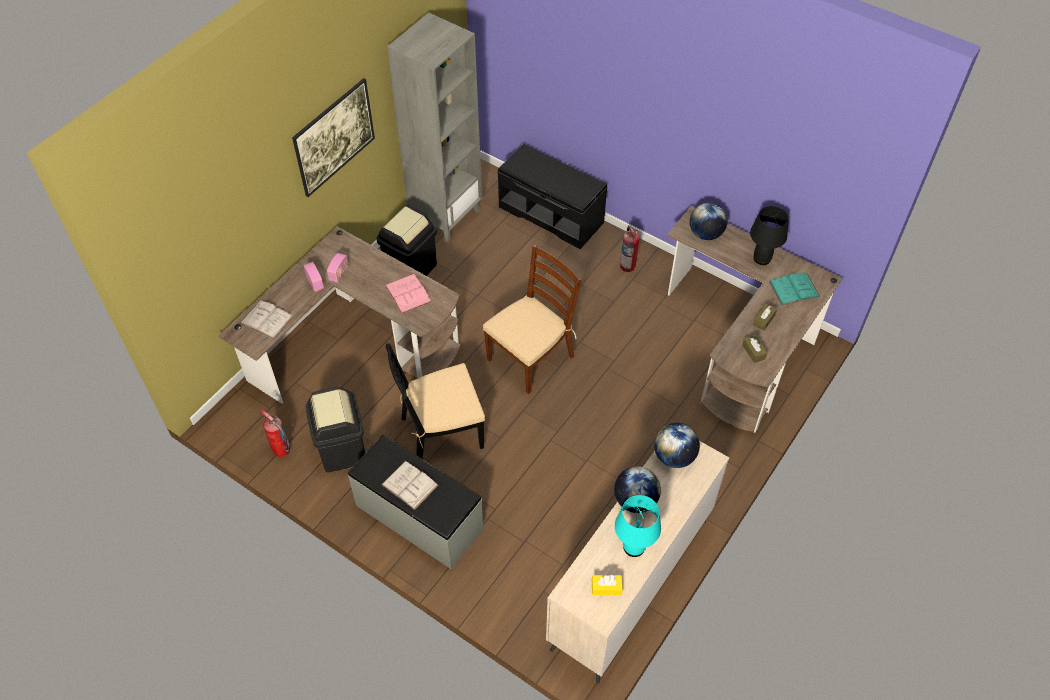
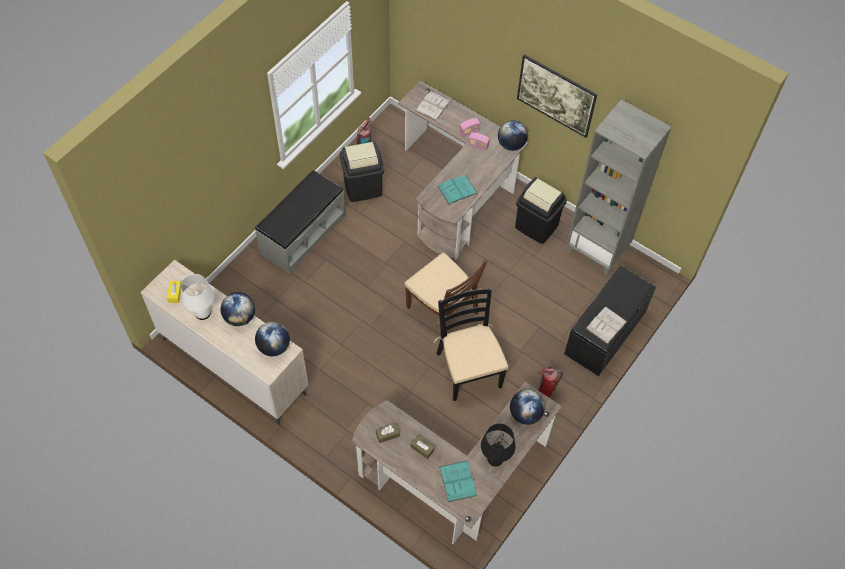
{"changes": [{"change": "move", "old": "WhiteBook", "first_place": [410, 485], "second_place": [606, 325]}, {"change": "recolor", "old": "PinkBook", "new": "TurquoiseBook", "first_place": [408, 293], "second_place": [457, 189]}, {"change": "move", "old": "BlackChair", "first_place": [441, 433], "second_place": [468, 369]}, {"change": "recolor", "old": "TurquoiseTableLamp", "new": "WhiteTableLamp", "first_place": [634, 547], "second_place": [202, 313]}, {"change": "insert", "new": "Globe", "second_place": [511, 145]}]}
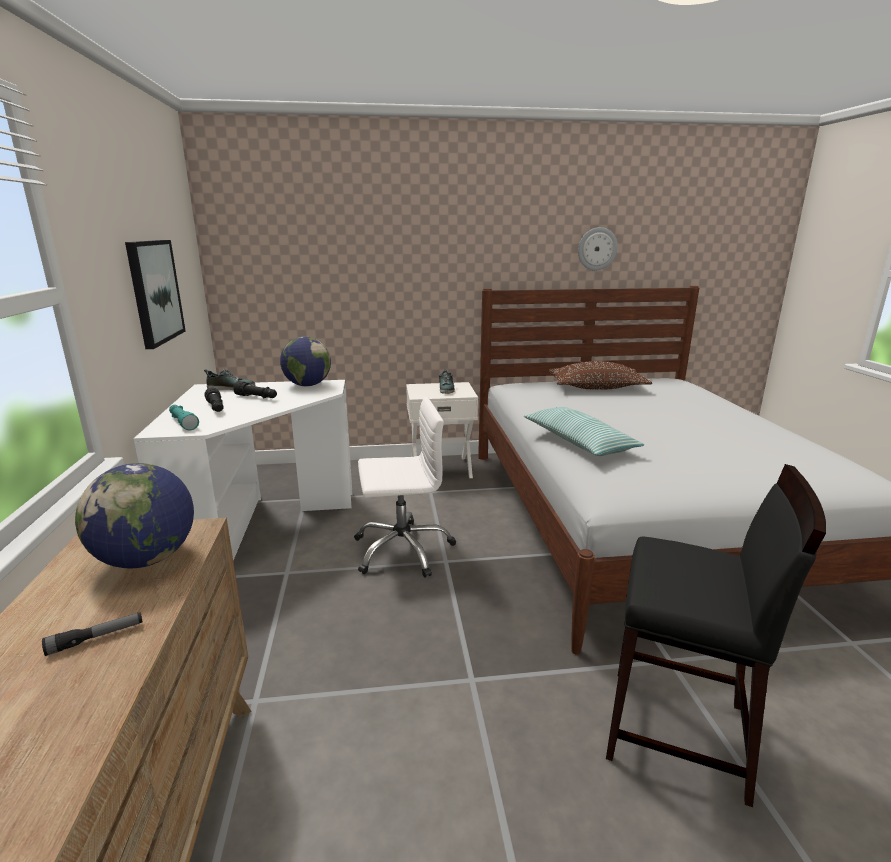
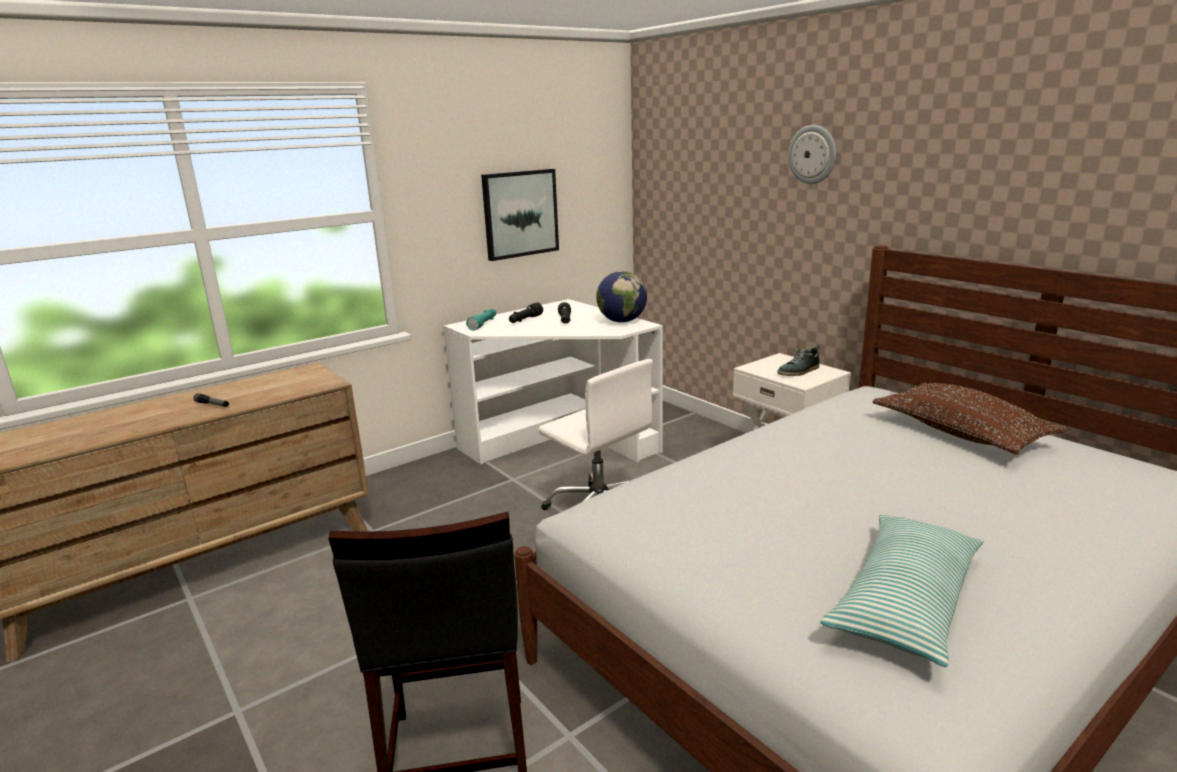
{"changes": [{"change": "delete", "old": "Globe", "first_place": [147, 559]}, {"change": "delete", "old": "Shoe", "first_place": [231, 388]}, {"change": "move", "old": "Pillow", "first_place": [578, 442], "second_place": [905, 600]}, {"change": "move", "old": "WallClock", "first_place": [597, 249], "second_place": [812, 154]}]}
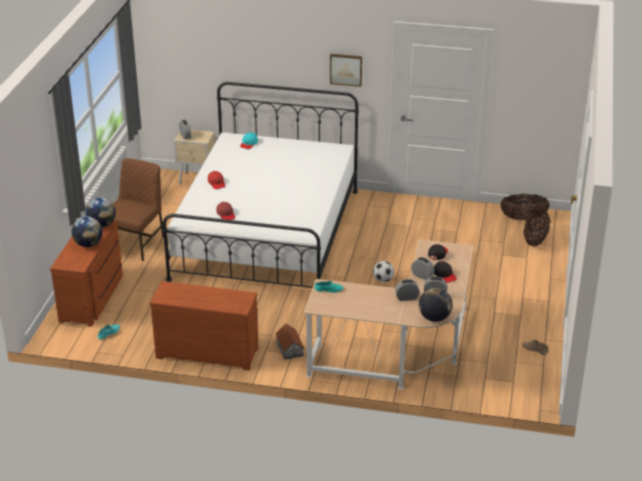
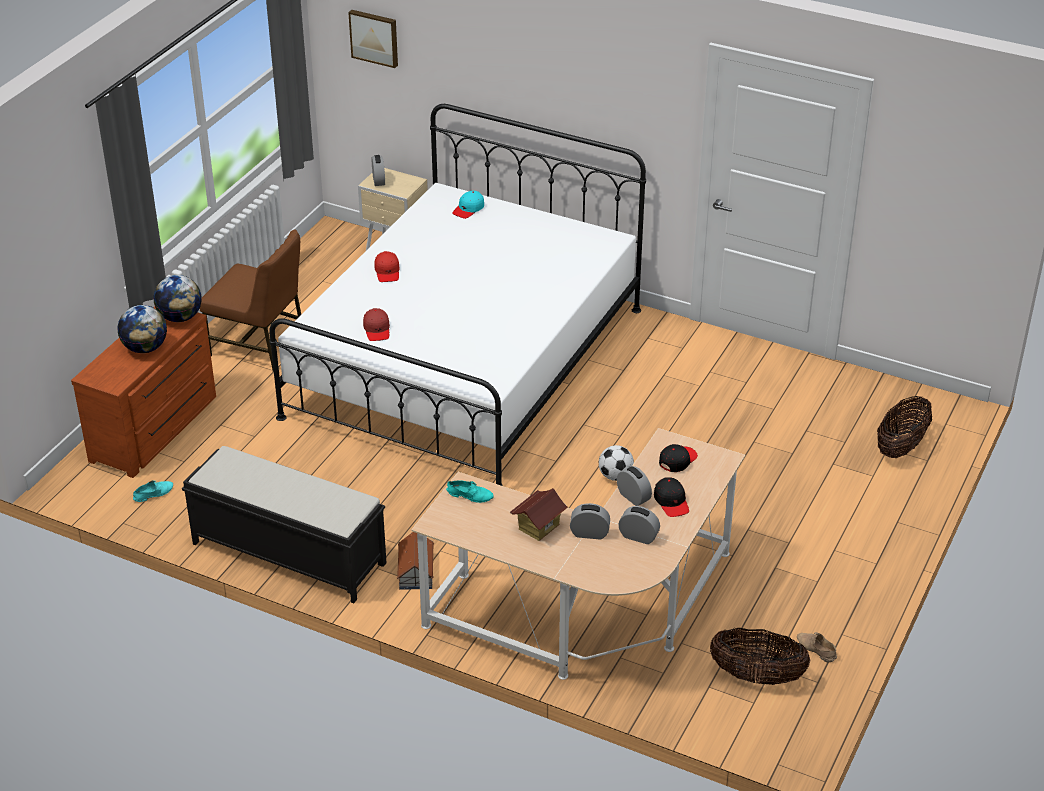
{"changes": [{"change": "rotate", "old": "BrownChair", "first_place": [136, 243], "second_place": [259, 346], "degrees": 75}, {"change": "replace", "old": "BrownDresser", "new": "BlackBench", "first_place": [208, 351], "second_place": [287, 553]}, {"change": "move", "old": "Picture", "first_place": [346, 69], "second_place": [374, 37]}, {"change": "delete", "old": "Globe", "first_place": [434, 318]}, {"change": "move", "old": "Basket", "first_place": [523, 218], "second_place": [757, 676]}, {"change": "insert", "new": "ToyHouse", "second_place": [538, 527]}]}
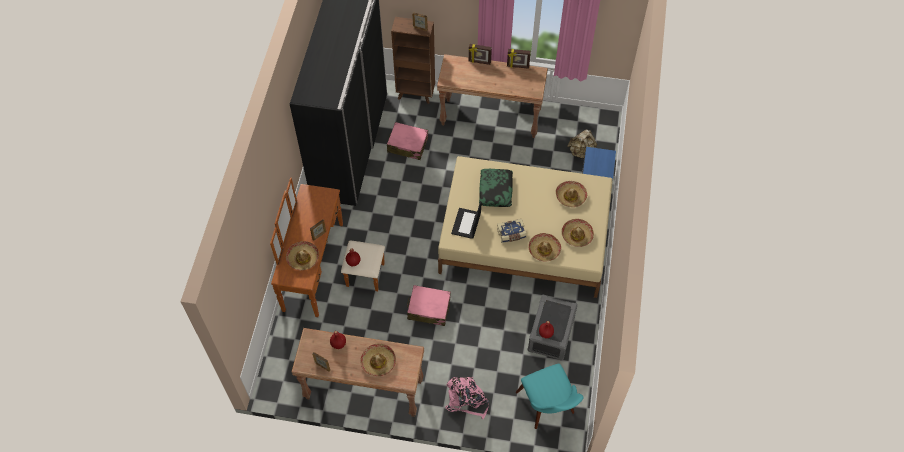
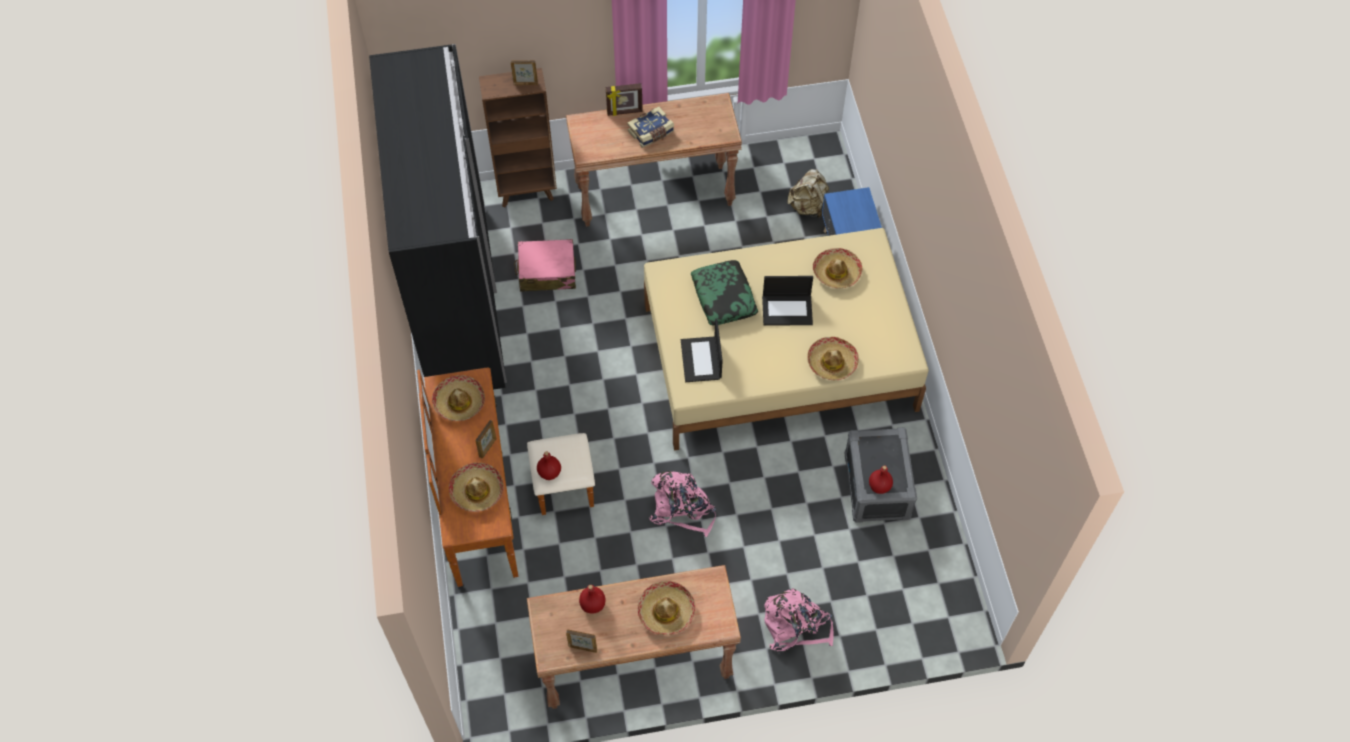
{"changes": [{"change": "replace", "old": "PinkSuitcase", "new": "PinkBackpack", "first_place": [428, 309], "second_place": [682, 508]}, {"change": "move", "old": "Book", "first_place": [511, 234], "second_place": [651, 133]}, {"change": "delete", "old": "PictureFrame", "first_place": [518, 66]}, {"change": "delete", "old": "TurquoiseChair", "first_place": [549, 408]}, {"change": "move", "old": "Hat", "first_place": [577, 235], "second_place": [459, 402]}, {"change": "insert", "new": "Laptop", "second_place": [787, 310]}]}
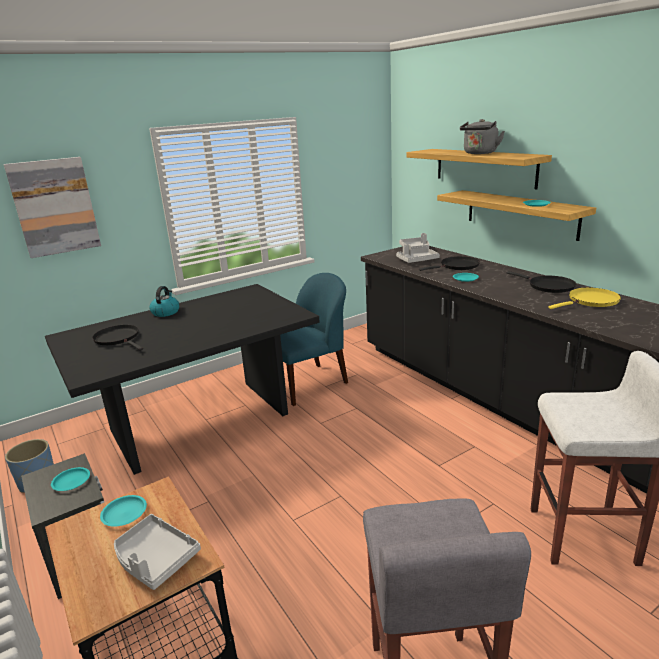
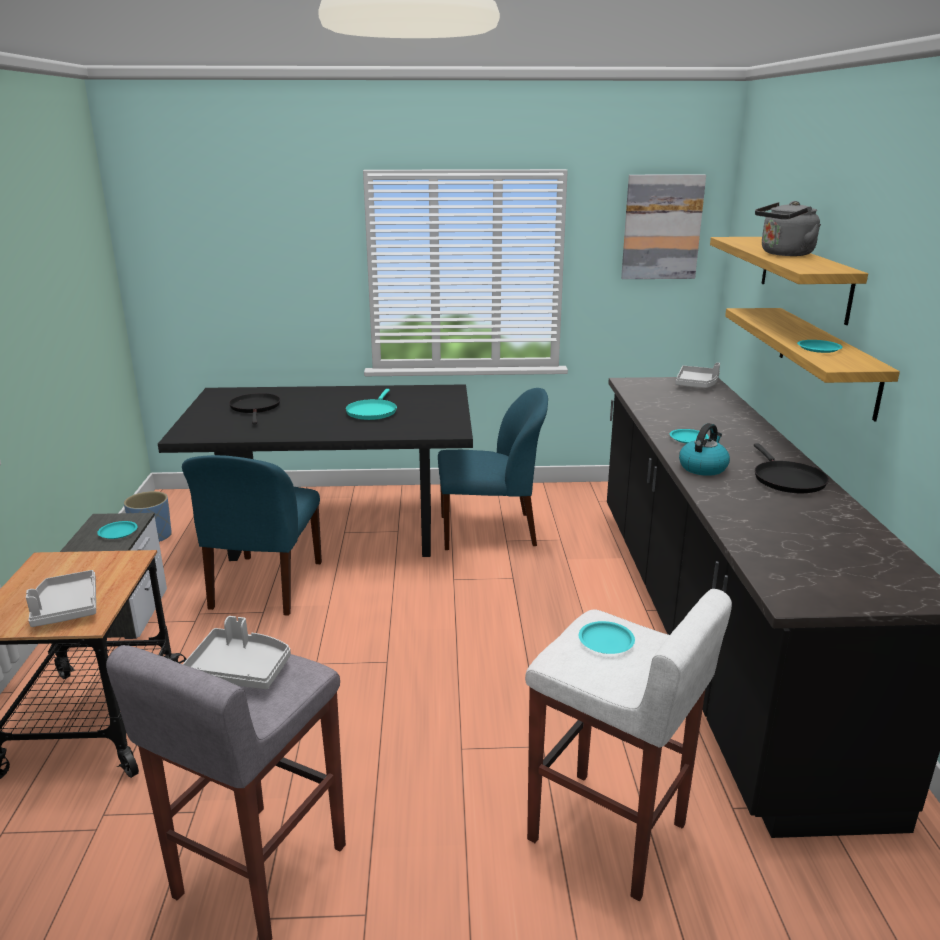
{"changes": [{"change": "move", "old": "Picture", "first_place": [54, 207], "second_place": [661, 227]}, {"change": "move", "old": "TurquoisePlate", "first_place": [125, 513], "second_place": [606, 641]}, {"change": "move", "old": "Kettle", "first_place": [165, 312], "second_place": [703, 467]}, {"change": "move", "old": "GreyTray", "first_place": [417, 260], "second_place": [240, 669]}, {"change": "delete", "old": "BlackFryingPan", "first_place": [457, 266]}, {"change": "delete", "old": "YellowFryingPan", "first_place": [591, 301]}, {"change": "insert", "new": "BlueChair", "second_place": [265, 586]}, {"change": "insert", "new": "TurquoiseFryingPan", "second_place": [372, 411]}]}
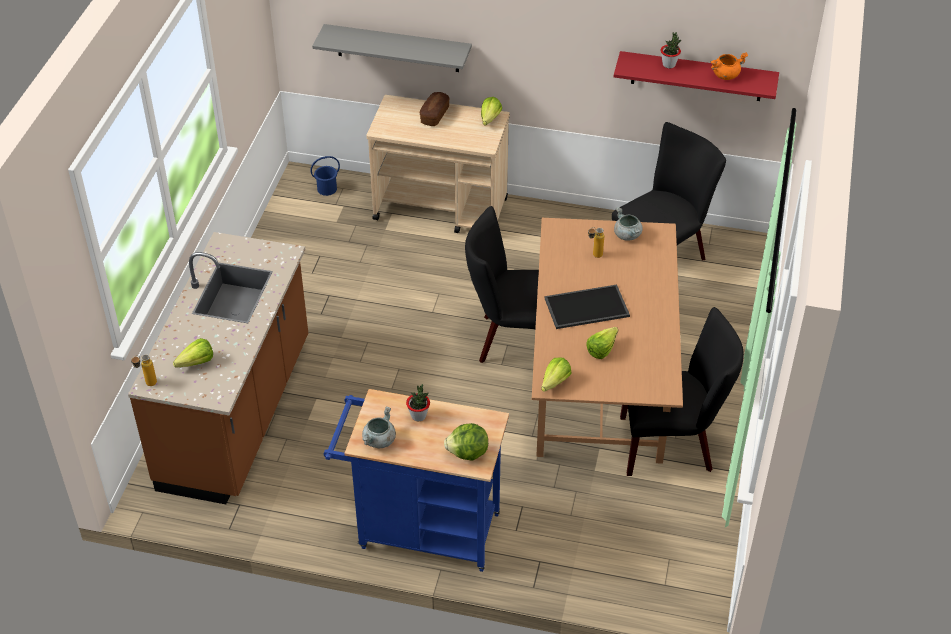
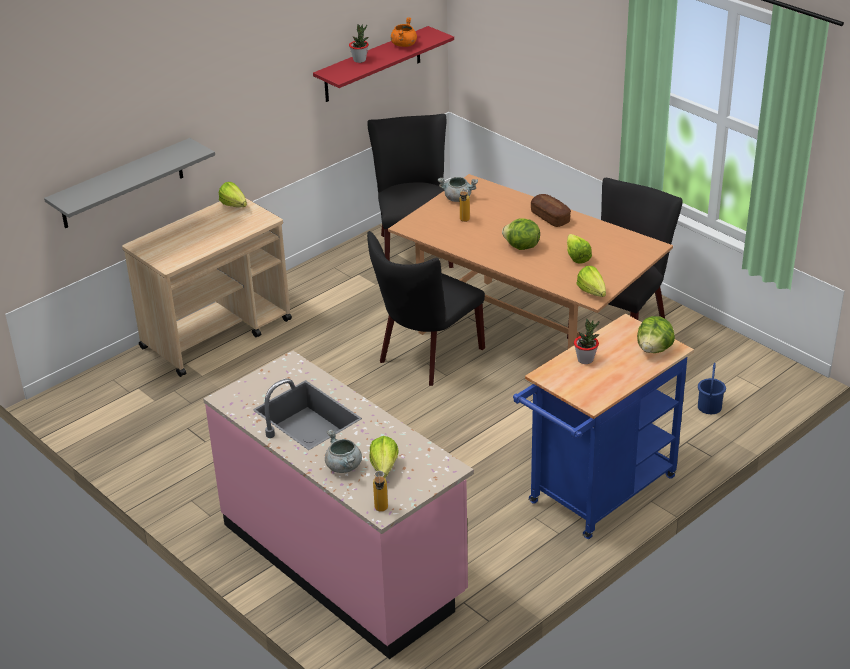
{"changes": [{"change": "recolor", "old": "BrownCounter", "new": "PinkCounter", "first_place": [238, 415], "second_place": [344, 561]}, {"change": "move", "old": "BlueBucket", "first_place": [327, 189], "second_place": [710, 407]}, {"change": "move", "old": "GreyCookingPot", "first_place": [379, 441], "second_place": [344, 466]}, {"change": "move", "old": "Bread", "first_place": [434, 115], "second_place": [550, 217]}, {"change": "replace", "old": "Tray", "new": "Lettuce", "first_place": [586, 308], "second_place": [521, 247]}]}
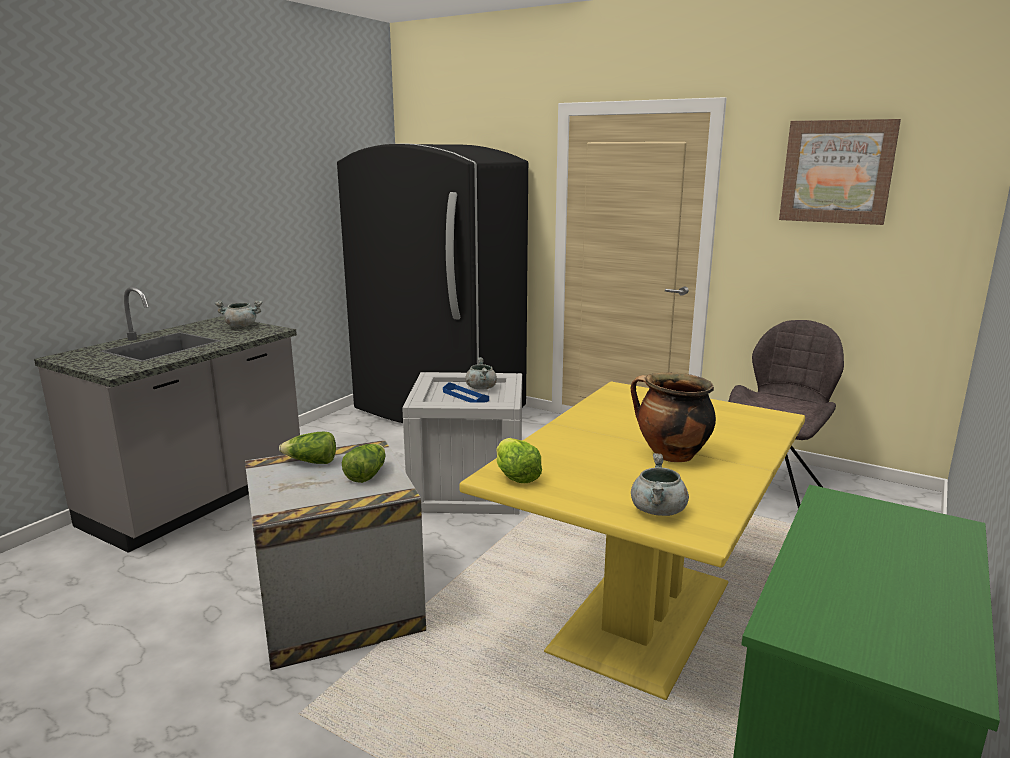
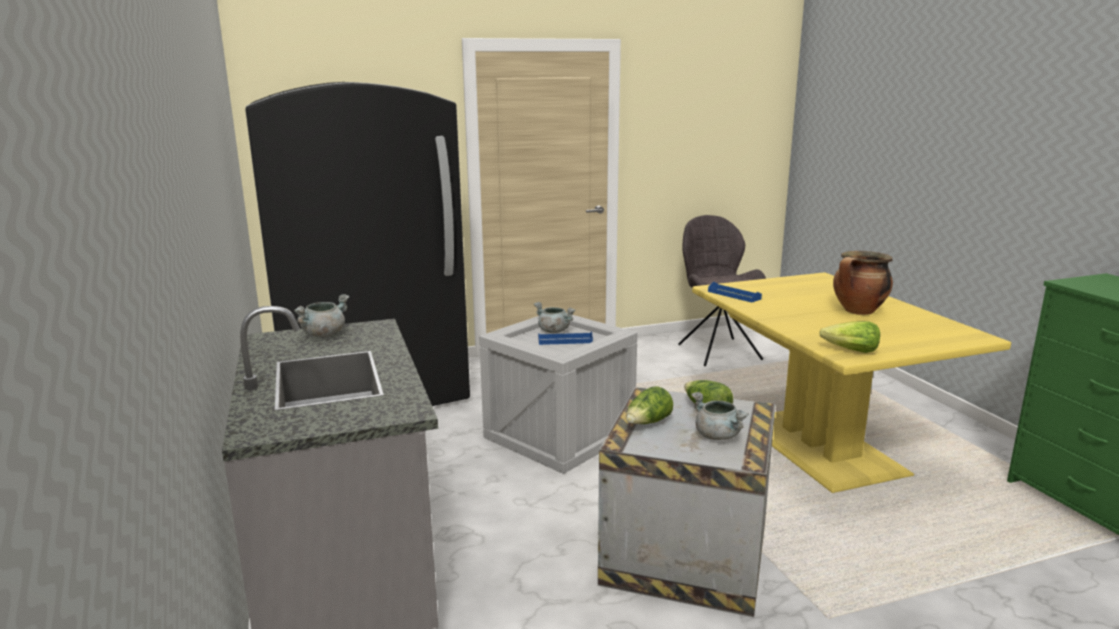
{"changes": [{"change": "move", "old": "GreyCookingPot", "first_place": [658, 511], "second_place": [718, 436]}, {"change": "delete", "old": "Picture", "first_place": [837, 172]}, {"change": "insert", "new": "BlueTray", "second_place": [734, 295]}]}
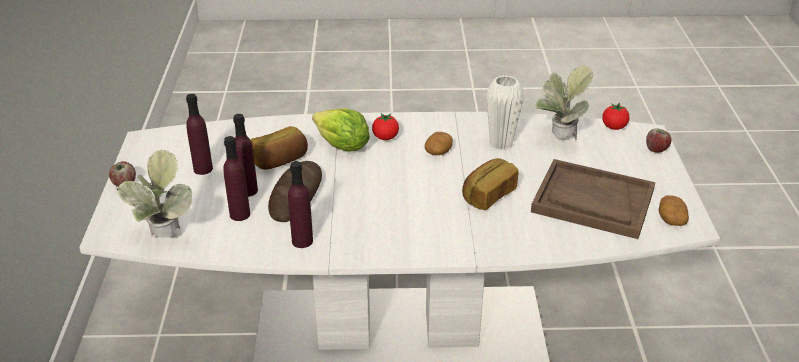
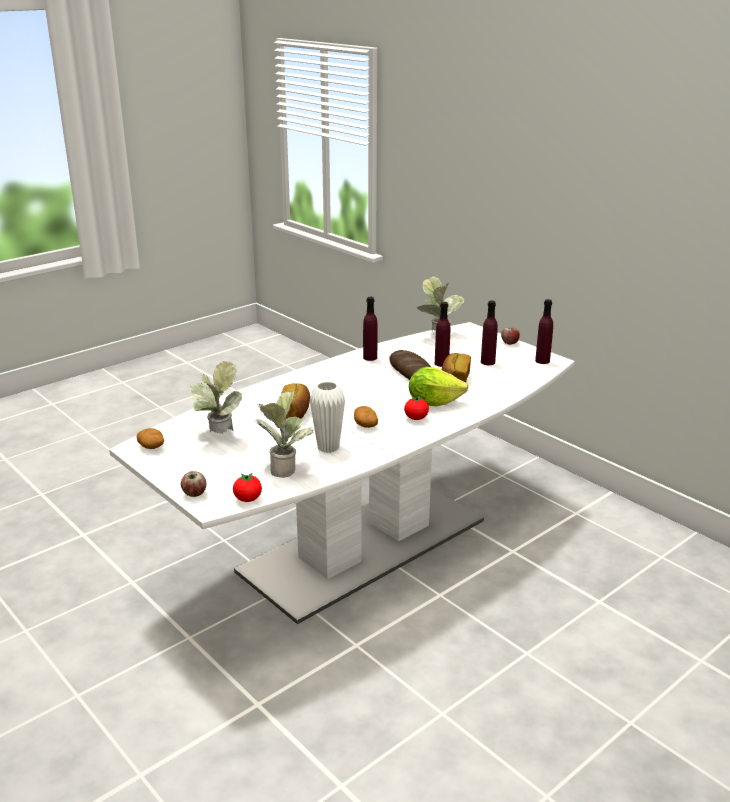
{"changes": [{"change": "move", "old": "PurpleBottle", "first_place": [240, 214], "second_place": [542, 361]}, {"change": "replace", "old": "BrownTray", "new": "PottedPlant", "first_place": [592, 201], "second_place": [218, 436]}]}
